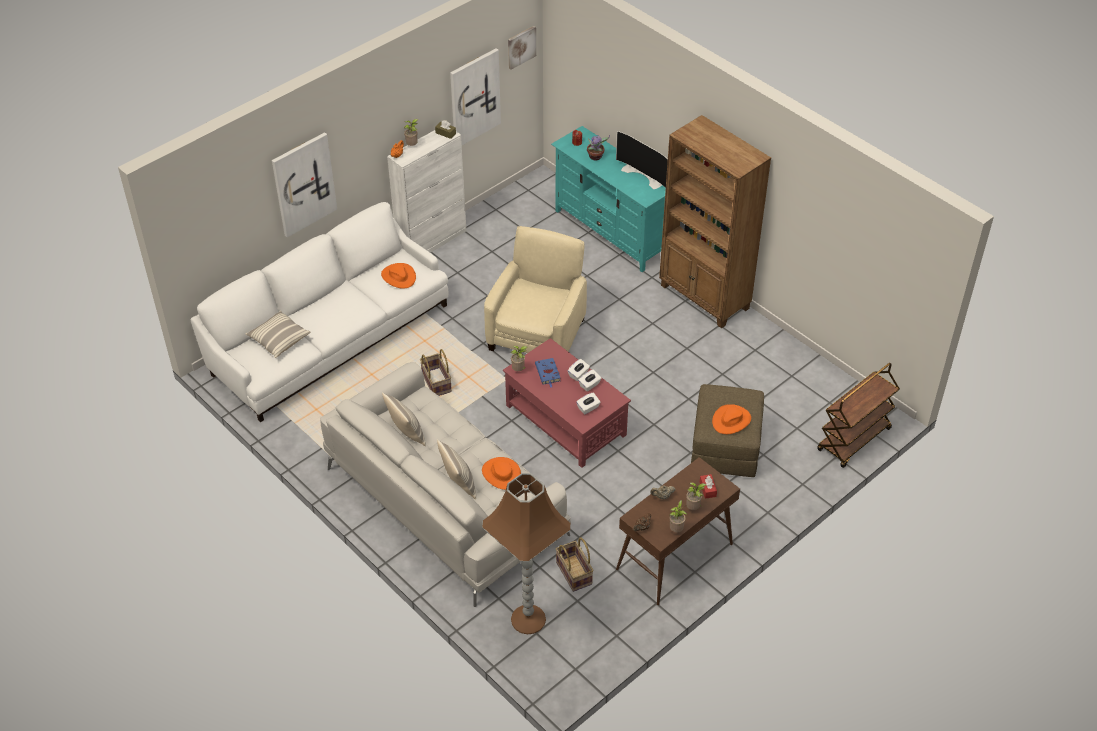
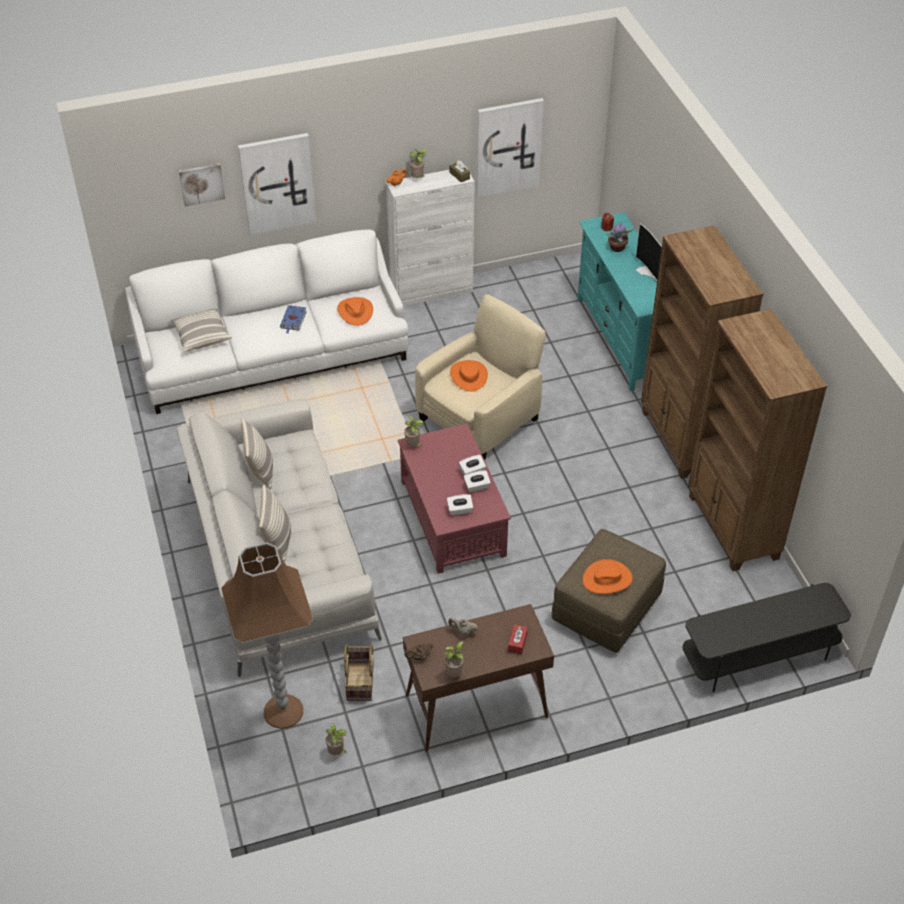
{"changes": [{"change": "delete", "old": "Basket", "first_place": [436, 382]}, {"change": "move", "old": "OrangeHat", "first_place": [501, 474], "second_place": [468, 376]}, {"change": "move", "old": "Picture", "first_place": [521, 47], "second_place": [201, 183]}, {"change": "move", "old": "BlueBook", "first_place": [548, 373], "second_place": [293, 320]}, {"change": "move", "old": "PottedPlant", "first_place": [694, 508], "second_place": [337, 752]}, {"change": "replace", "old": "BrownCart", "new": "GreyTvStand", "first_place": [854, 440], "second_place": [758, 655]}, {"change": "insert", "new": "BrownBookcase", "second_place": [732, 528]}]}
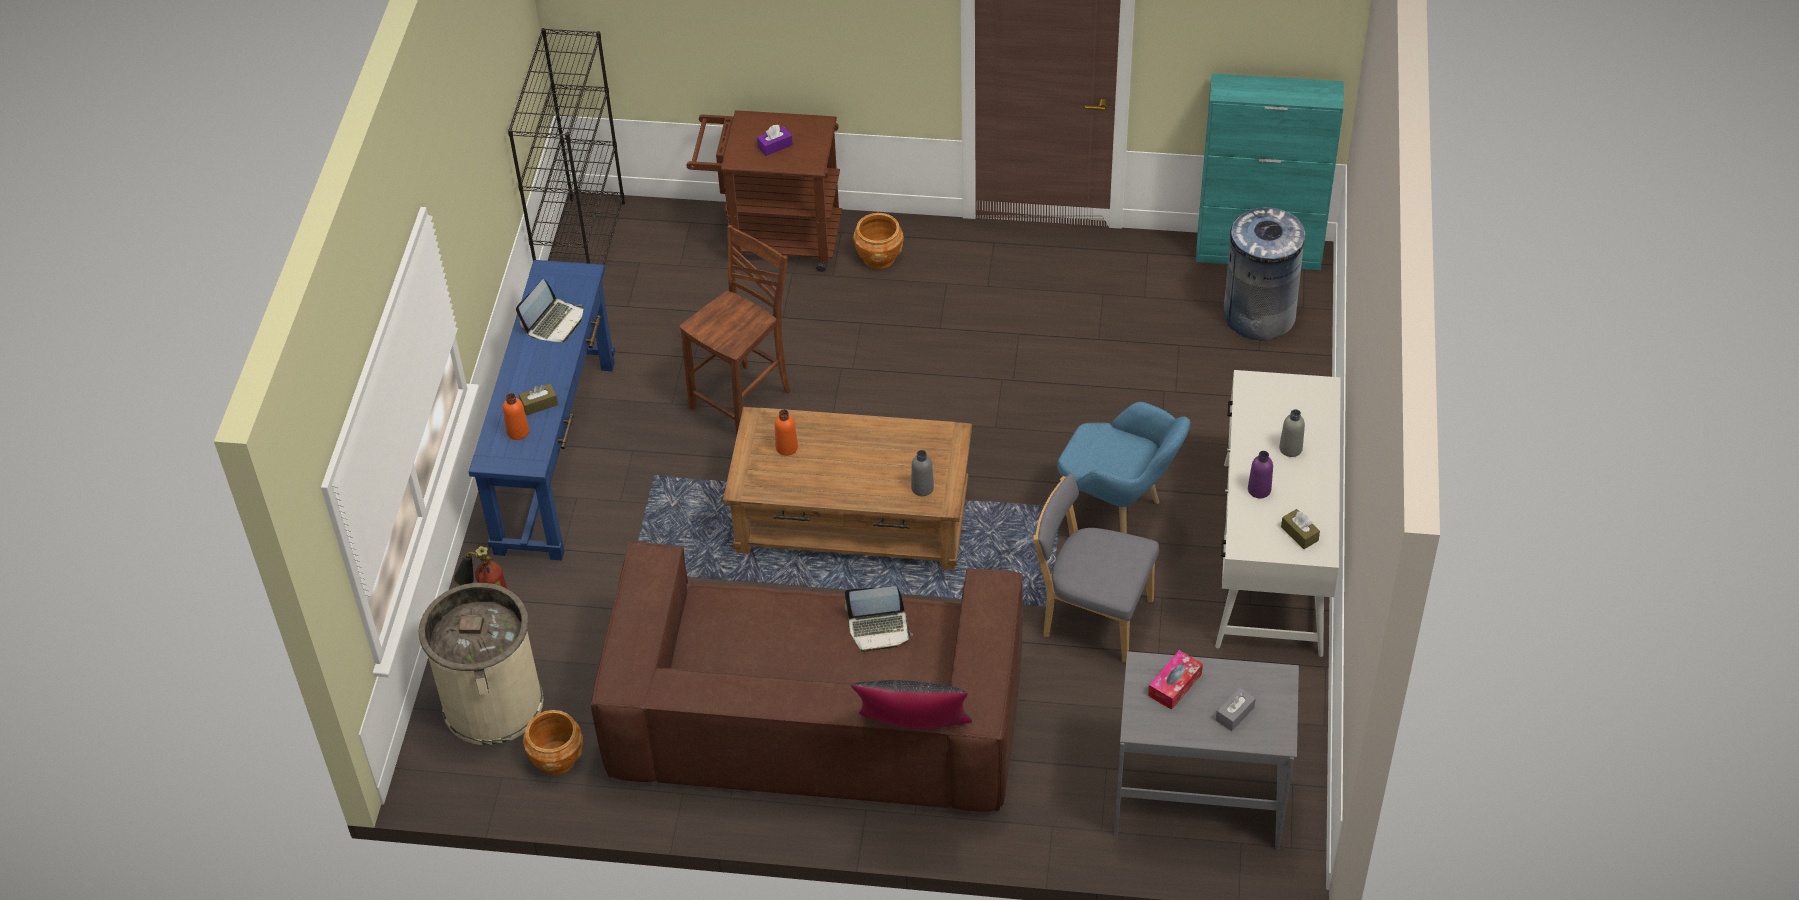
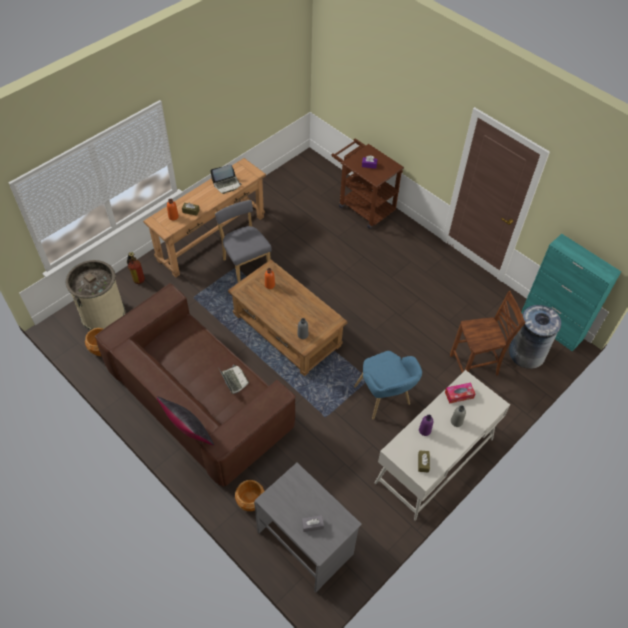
{"changes": [{"change": "recolor", "old": "BlueConsoleTable", "new": "BrownConsoleTable", "first_place": [556, 455], "second_place": [211, 238]}, {"change": "delete", "old": "BlackBookcase", "first_place": [582, 250]}, {"change": "move", "old": "BrownChair", "first_place": [744, 400], "second_place": [475, 366]}, {"change": "rotate", "old": "Laptop", "first_place": [879, 629], "second_place": [233, 380], "degrees": -150}, {"change": "move", "old": "BrownPlanter", "first_place": [878, 257], "second_place": [250, 501]}, {"change": "move", "old": "GreyChair", "first_place": [1092, 616], "second_place": [245, 264]}, {"change": "move", "old": "TissueBox", "first_place": [1175, 685], "second_place": [459, 395]}]}
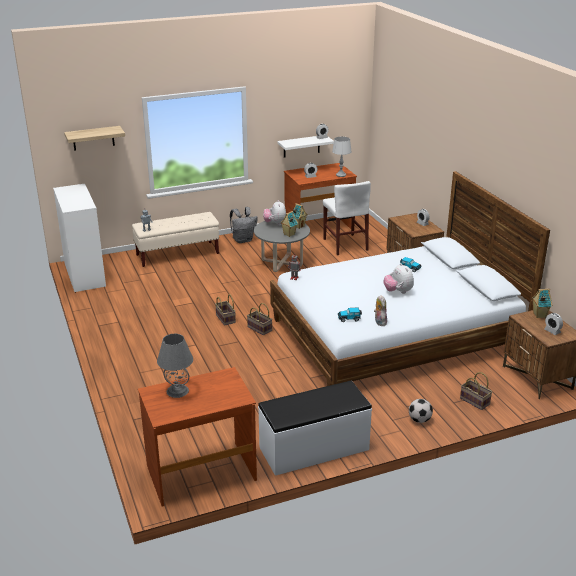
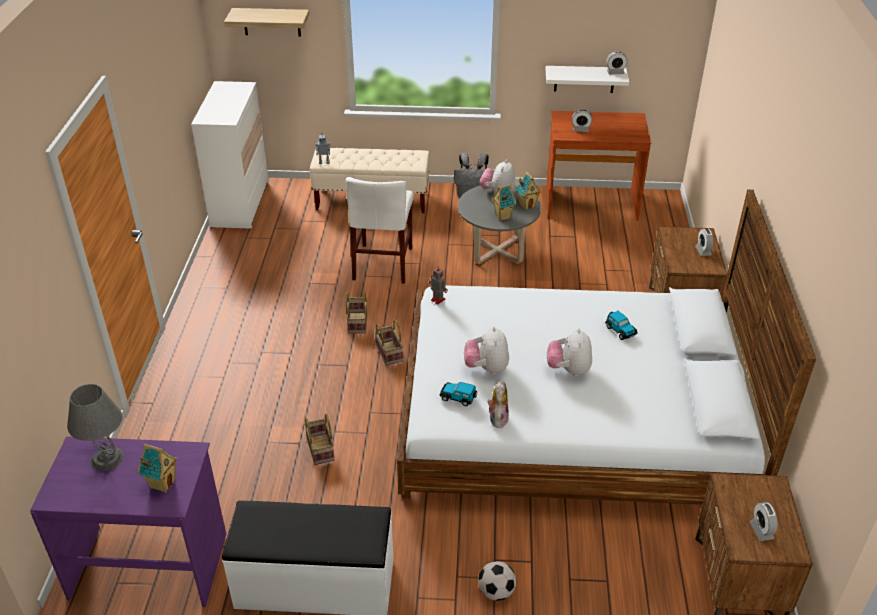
{"changes": [{"change": "recolor", "old": "BrownDesk", "new": "PurpleDesk", "first_place": [201, 472], "second_place": [150, 564]}, {"change": "move", "old": "WhiteChair", "first_place": [345, 244], "second_place": [383, 263]}, {"change": "delete", "old": "GreyTableLamp", "first_place": [340, 175]}, {"change": "move", "old": "Basket", "first_place": [475, 401], "second_place": [321, 450]}, {"change": "move", "old": "ToyHouse", "first_place": [539, 315], "second_place": [162, 483]}, {"change": "insert", "new": "PlushToy", "second_place": [486, 368]}]}
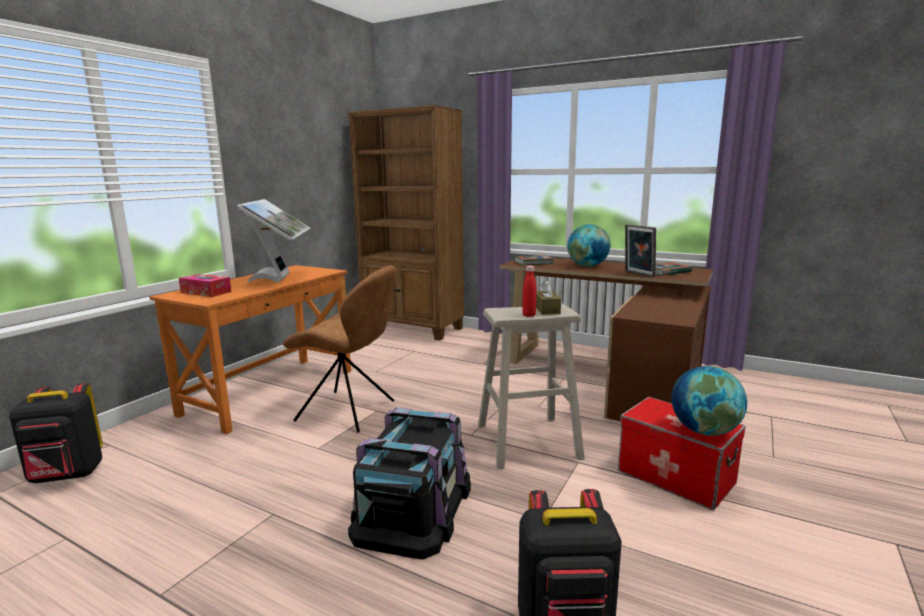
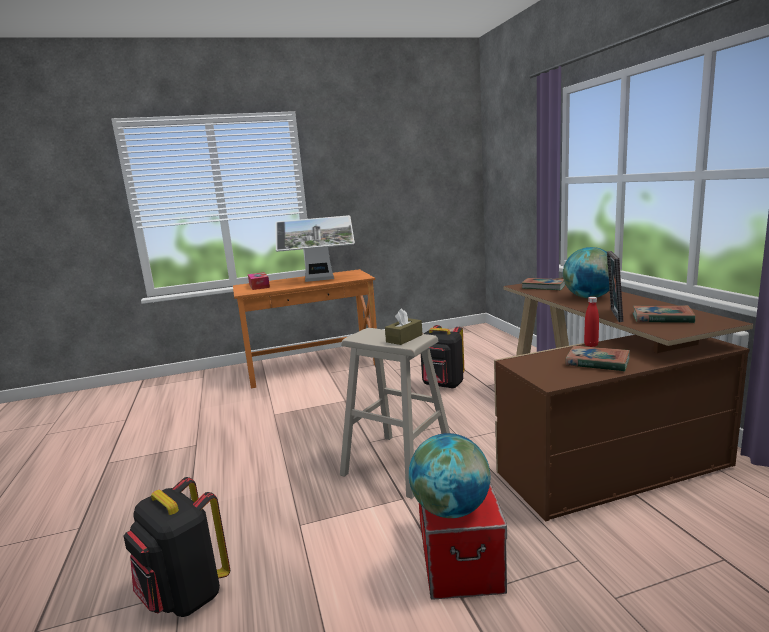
{"changes": [{"change": "move", "old": "BlackBackpack", "first_place": [67, 476], "second_place": [443, 385]}, {"change": "rotate", "old": "Monitor", "first_place": [281, 278], "second_place": [319, 280], "degrees": 45}, {"change": "delete", "old": "BrownChair", "first_place": [349, 411]}, {"change": "delete", "old": "BrownBookcase", "first_place": [413, 328]}, {"change": "delete", "old": "BlackStorageBox", "first_place": [413, 506]}, {"change": "move", "old": "RedBottle", "first_place": [529, 315], "second_place": [591, 345]}, {"change": "insert", "new": "Book", "second_place": [597, 362]}]}
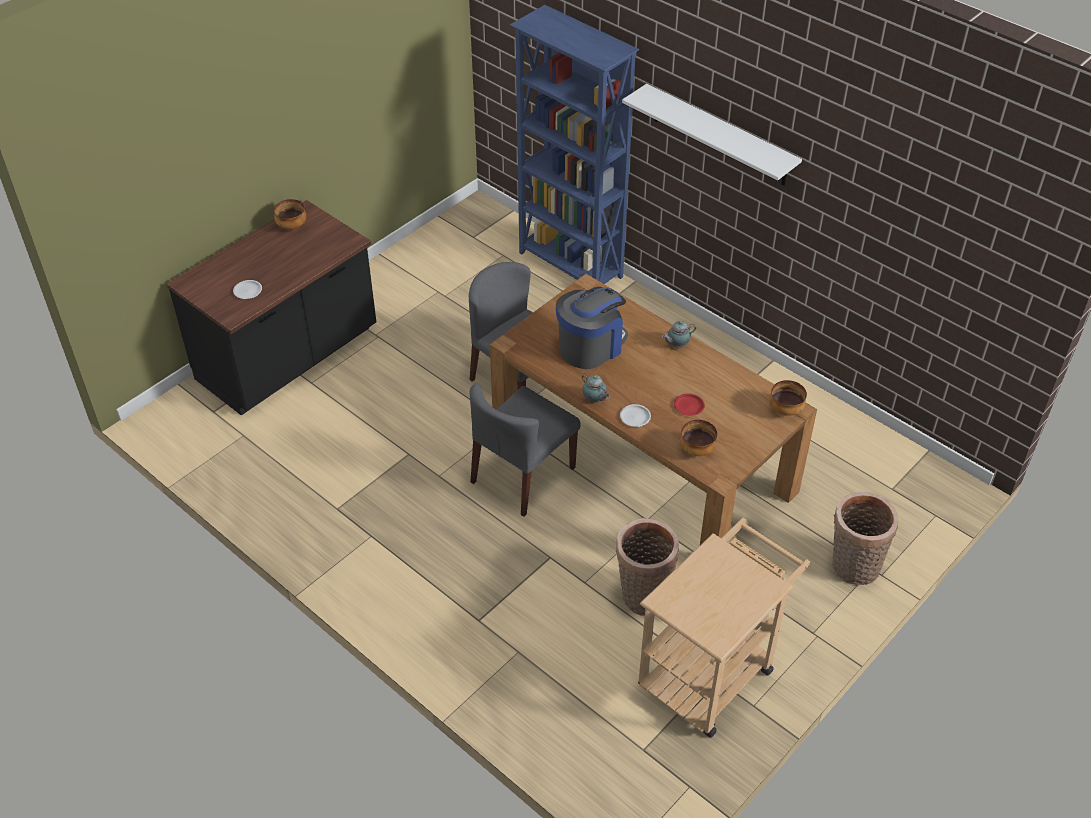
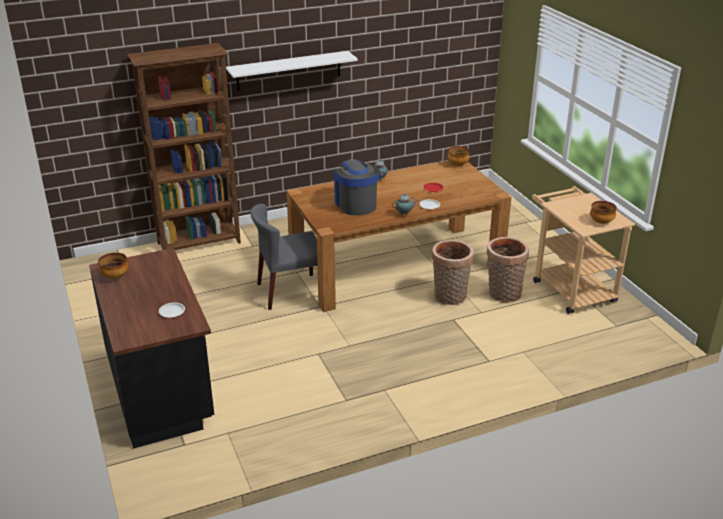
{"changes": [{"change": "delete", "old": "GreyChair", "first_place": [523, 475]}, {"change": "recolor", "old": "BlueBookcase", "new": "BrownBookcase", "first_place": [570, 266], "second_place": [200, 243]}, {"change": "move", "old": "Bowl", "first_place": [697, 450], "second_place": [601, 222]}, {"change": "move", "old": "Basket", "first_place": [852, 567], "second_place": [449, 298]}]}
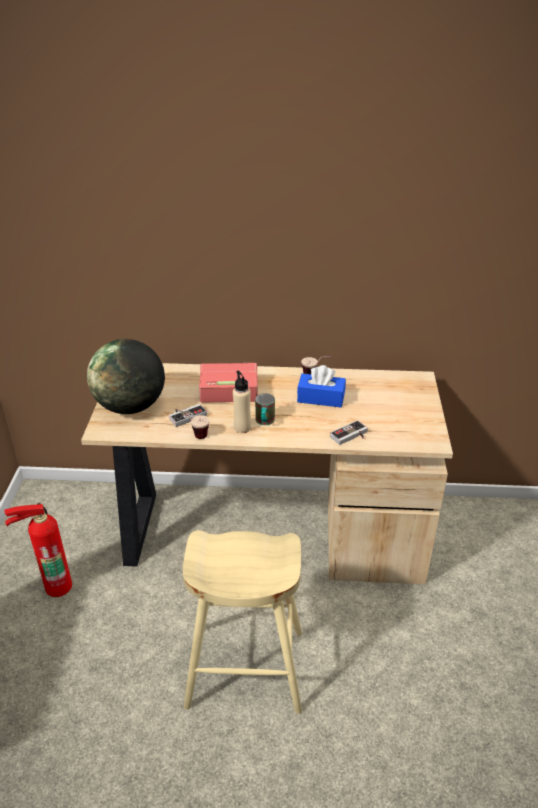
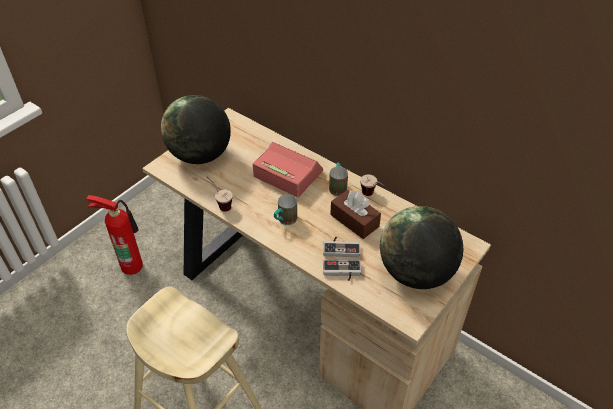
{"changes": [{"change": "move", "old": "GameController", "first_place": [186, 415], "second_place": [341, 247]}, {"change": "delete", "old": "BeigeBottle", "first_place": [242, 427]}, {"change": "recolor", "old": "BlueTissueBox", "new": "BrownTissueBox", "first_place": [321, 398], "second_place": [354, 220]}, {"change": "insert", "new": "Mug", "second_place": [337, 186]}, {"change": "insert", "new": "Globe", "second_place": [416, 273]}]}
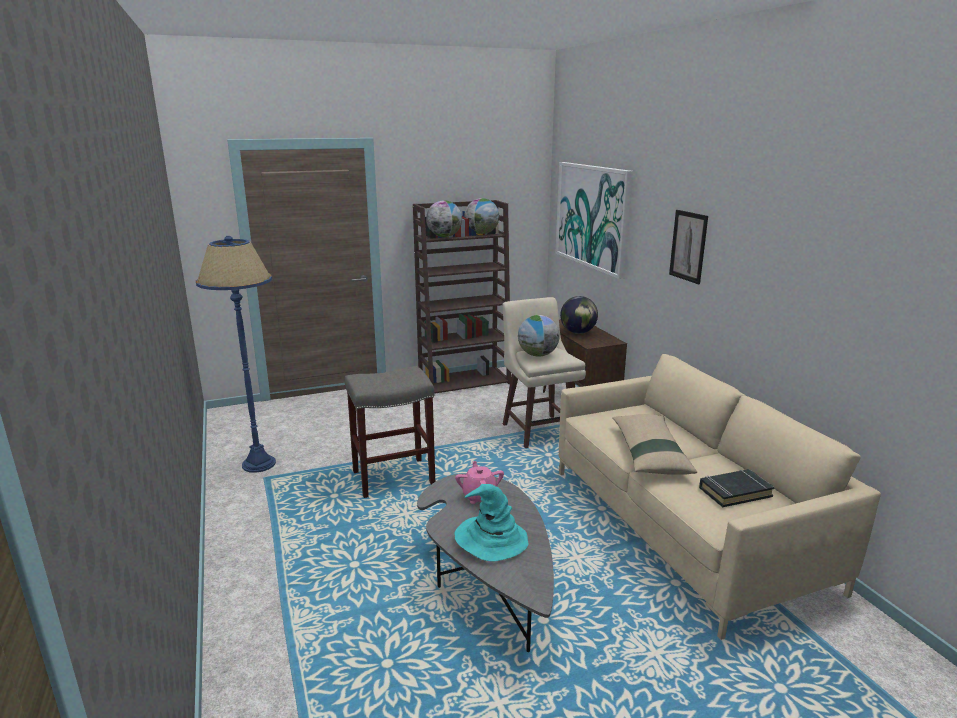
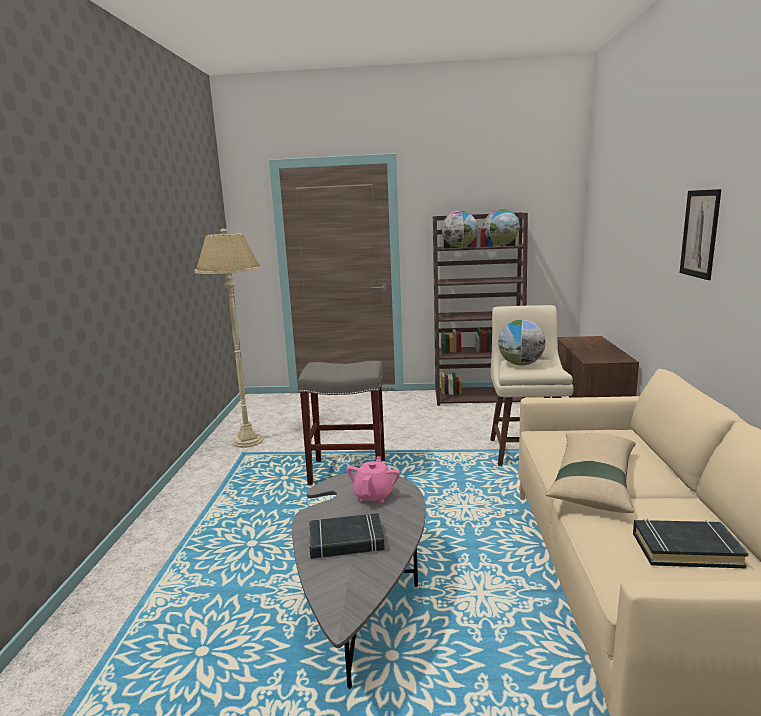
{"changes": [{"change": "recolor", "old": "BlueFloorLamp", "new": "BeigeFloorLamp", "first_place": [259, 464], "second_place": [248, 441]}, {"change": "replace", "old": "TurquoiseHat", "new": "BlackBook", "first_place": [490, 539], "second_place": [346, 541]}, {"change": "delete", "old": "Picture", "first_place": [593, 216]}, {"change": "delete", "old": "Globe", "first_place": [578, 332]}]}
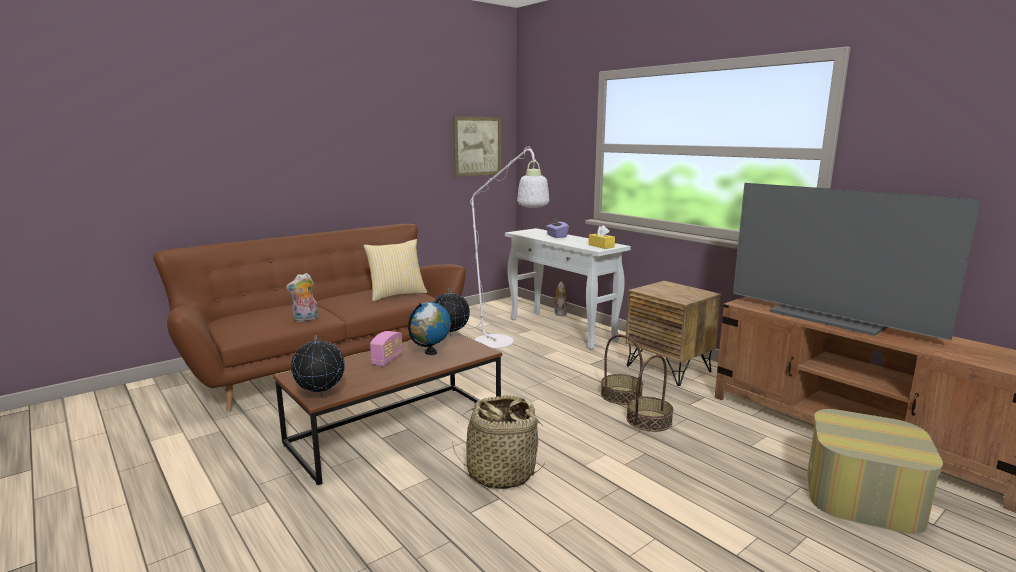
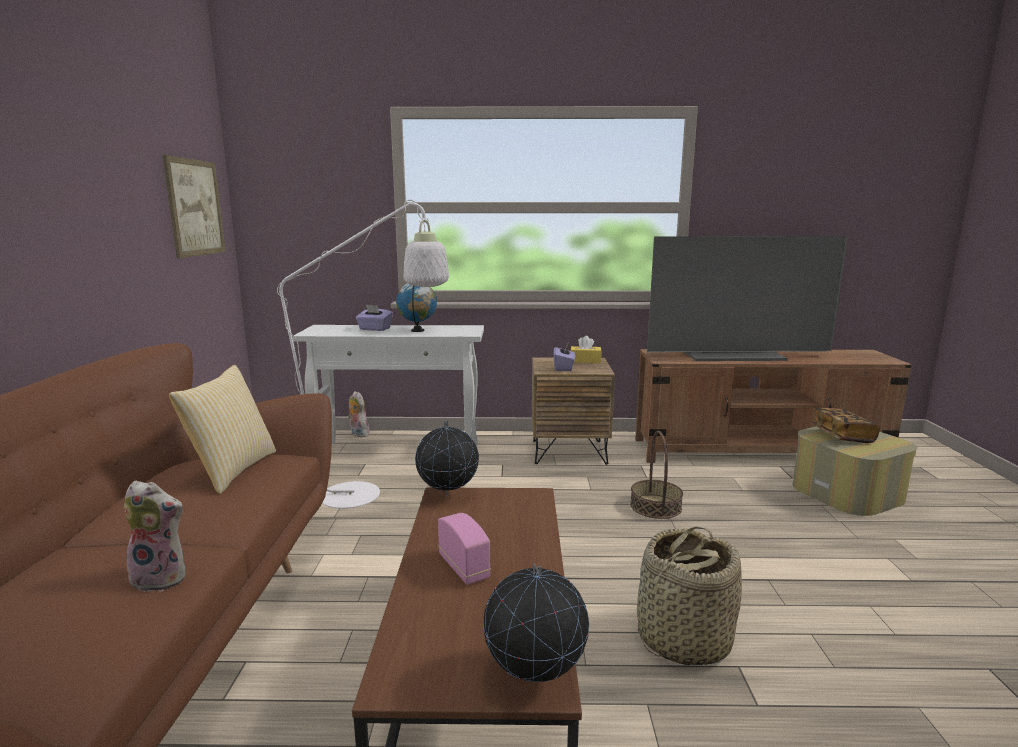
{"changes": [{"change": "rotate", "old": "PlushToy", "first_place": [305, 319], "second_place": [163, 577], "degrees": -90}, {"change": "move", "old": "Globe", "first_place": [430, 352], "second_place": [418, 331]}, {"change": "move", "old": "YellowTissueBox", "first_place": [601, 246], "second_place": [585, 361]}, {"change": "delete", "old": "Basket", "first_place": [621, 395]}, {"change": "insert", "new": "PurpleTissueBox", "second_place": [564, 368]}, {"change": "insert", "new": "Book", "second_place": [842, 436]}]}
